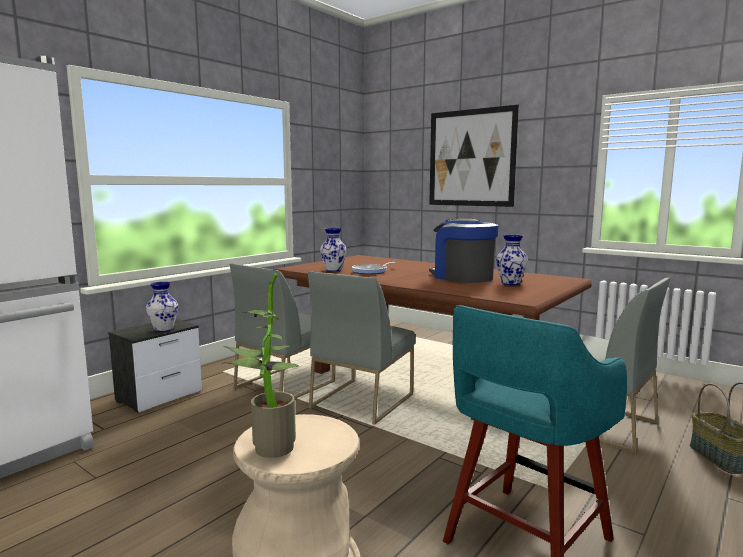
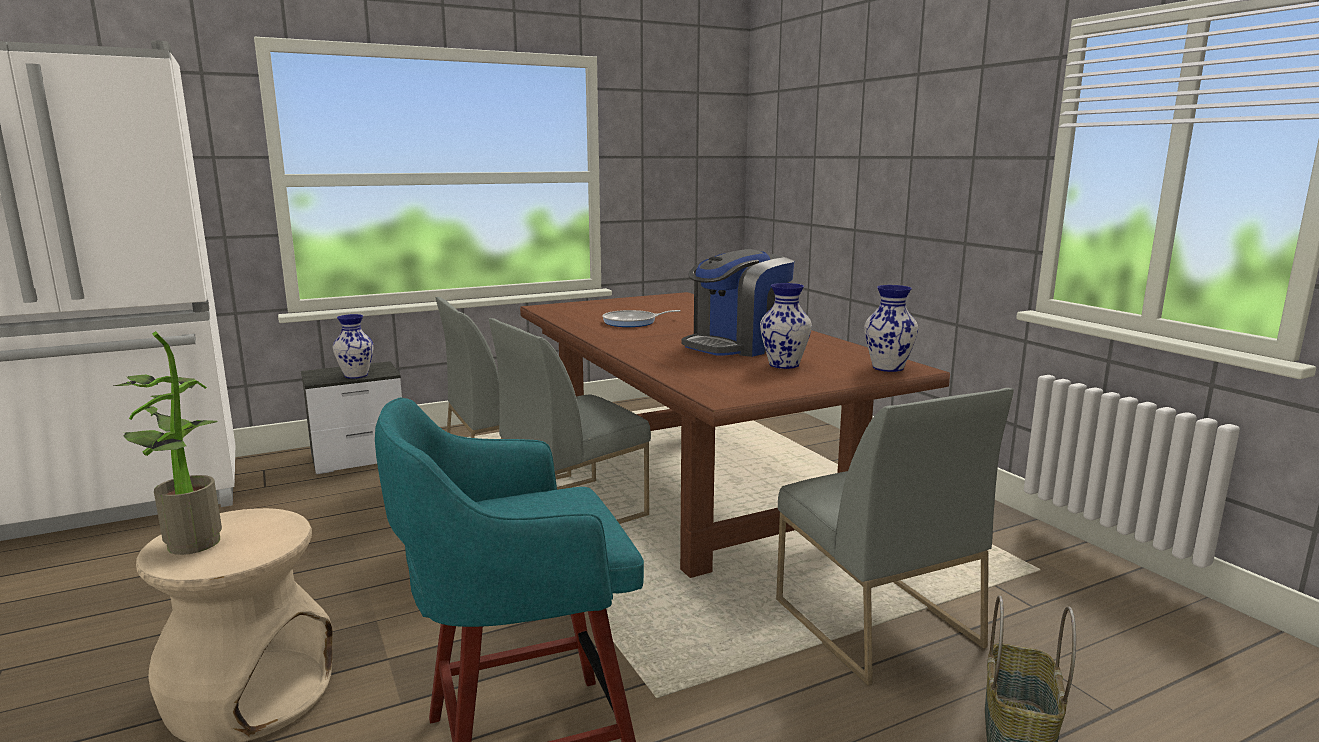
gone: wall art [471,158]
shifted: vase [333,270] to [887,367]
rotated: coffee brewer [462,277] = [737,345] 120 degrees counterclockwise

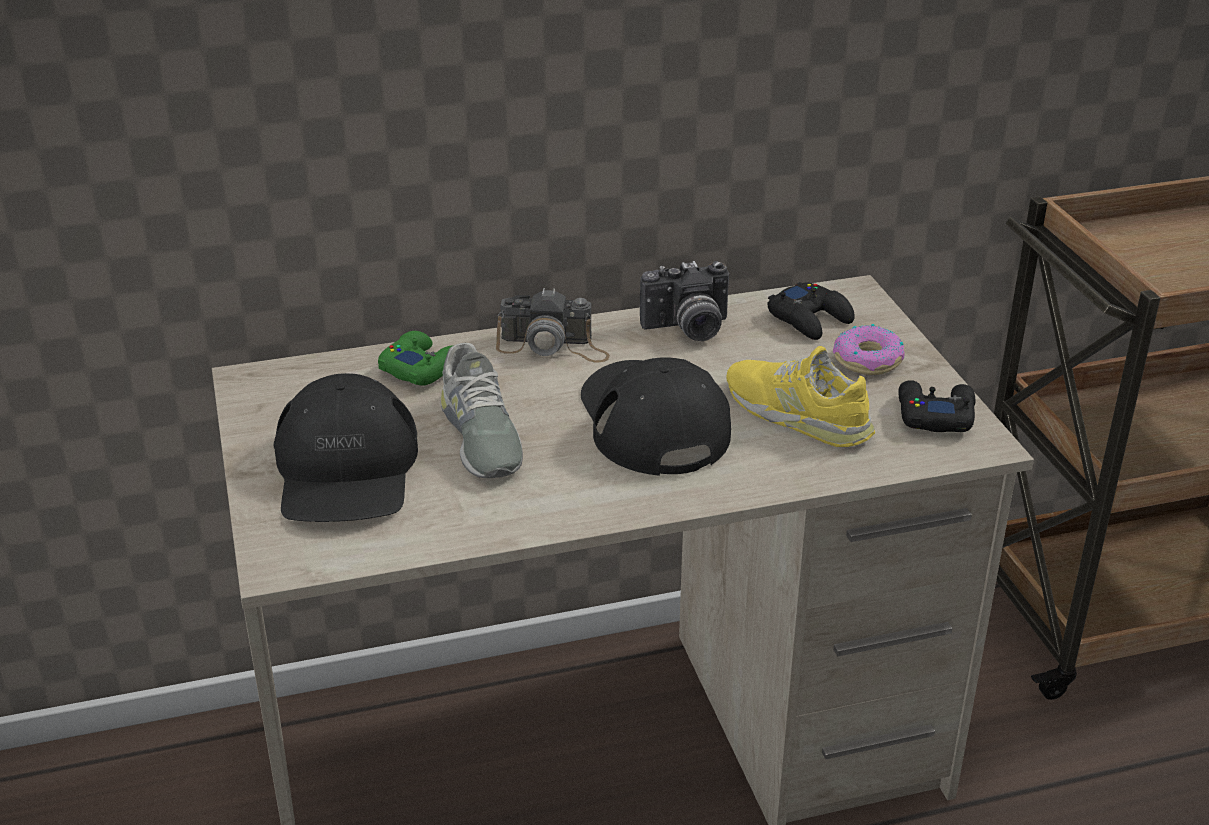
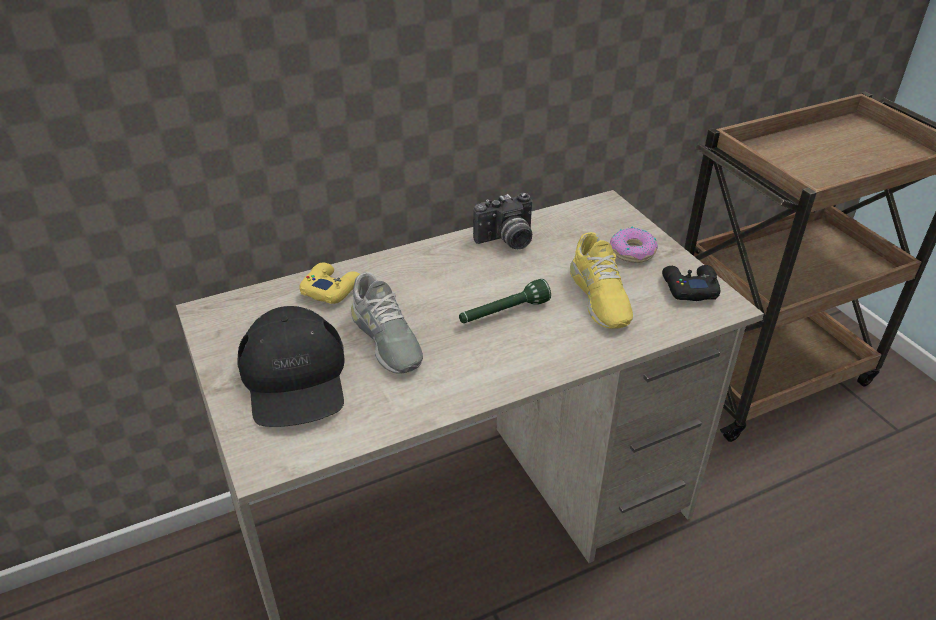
gone: photo camera [553,346]; black-coloured joypad [810,319]
swapped: black-coloured cap [652,421] to green-coloured hand torch [503,313]
repainted: green-coloured joypad [423,367] to yellow joypad [332,289]
rotated: yellow shoe [797,413] = [599,296] 135 degrees counterclockwise

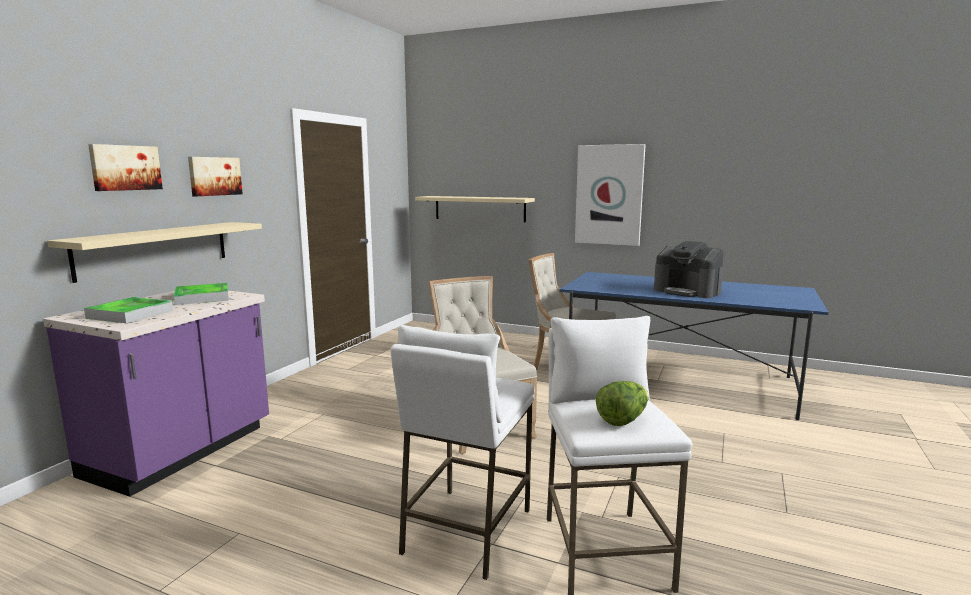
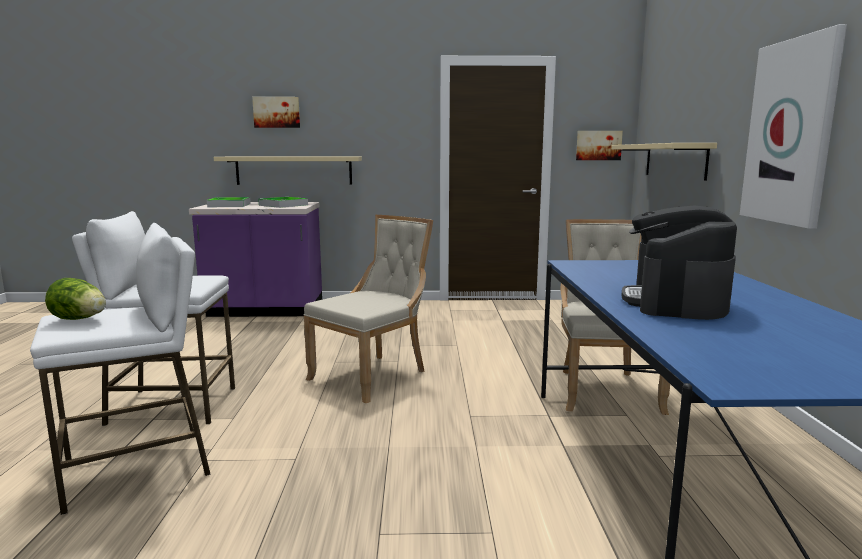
shifted: wall art [214,176] to [598,145]

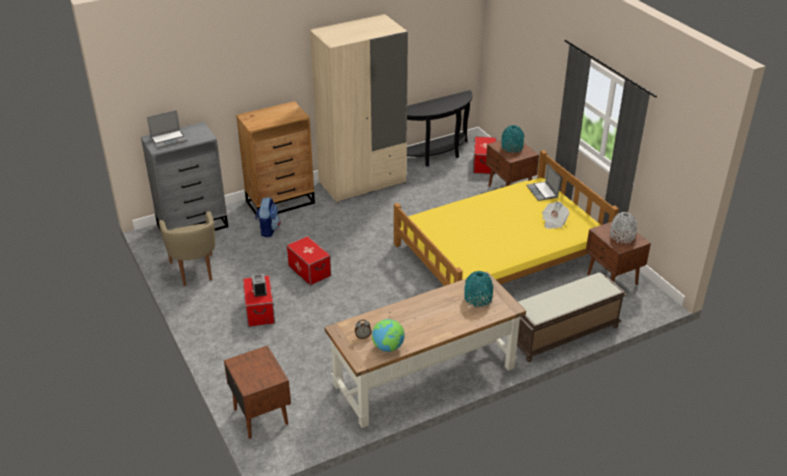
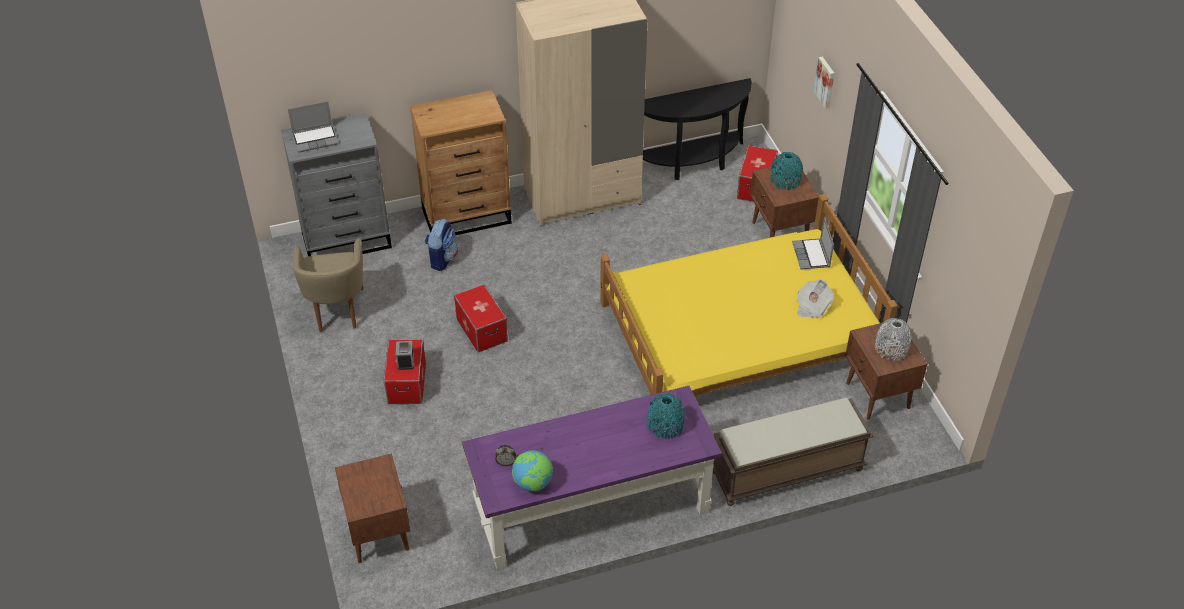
new: wall art [825,82]
repainted: brown-coloured desk [424,377] to purple-coloured desk [590,508]

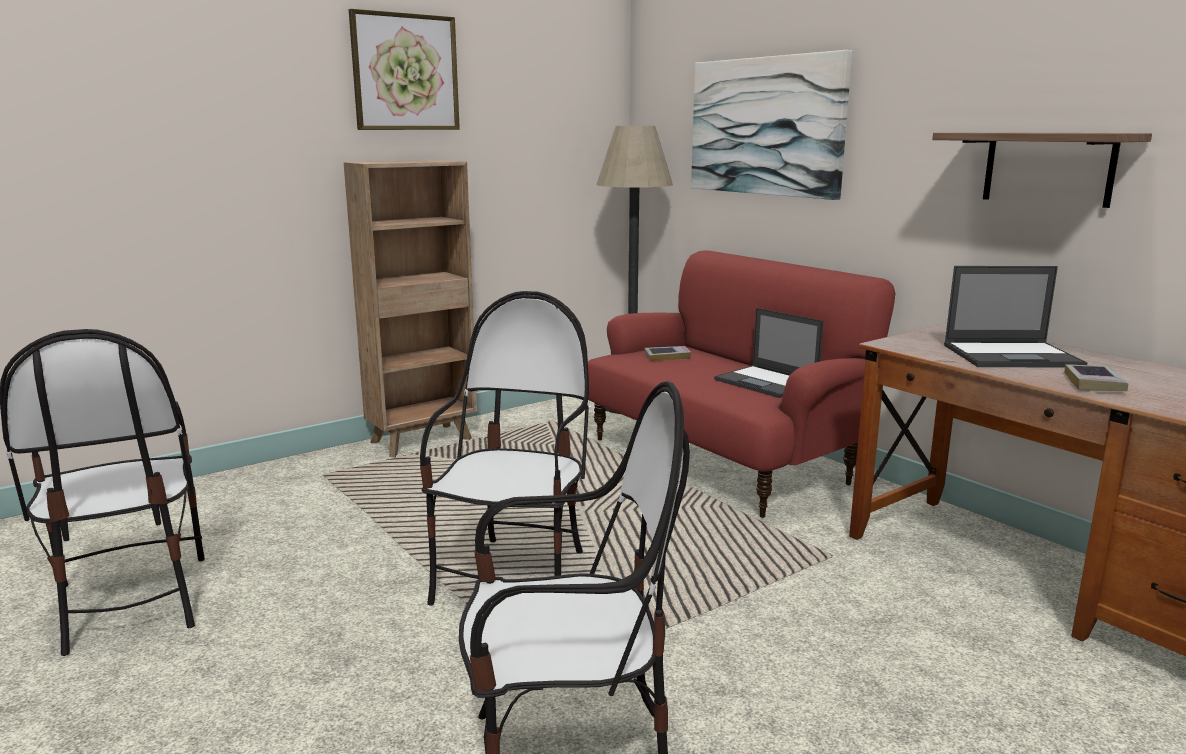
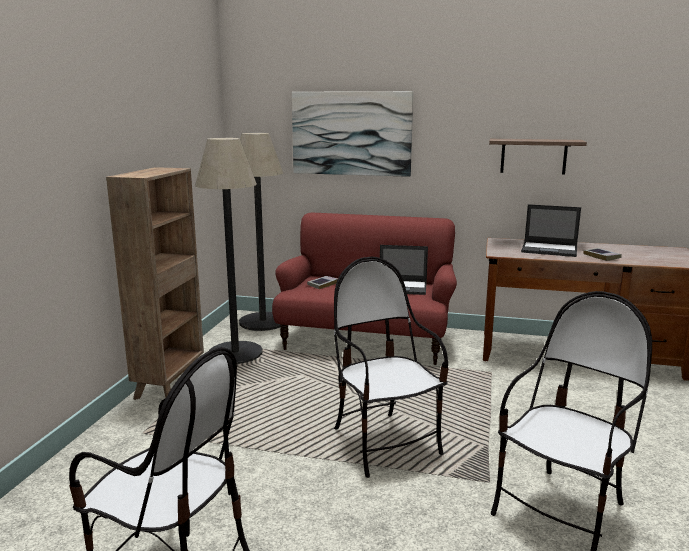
gone: wall art [405,72]
new: standing lamp [235,353]
rotated: laptop [1013,356] = [550,250] 60 degrees clockwise

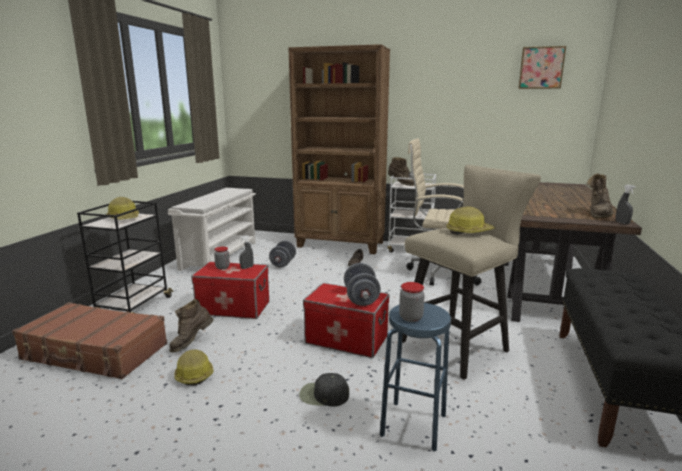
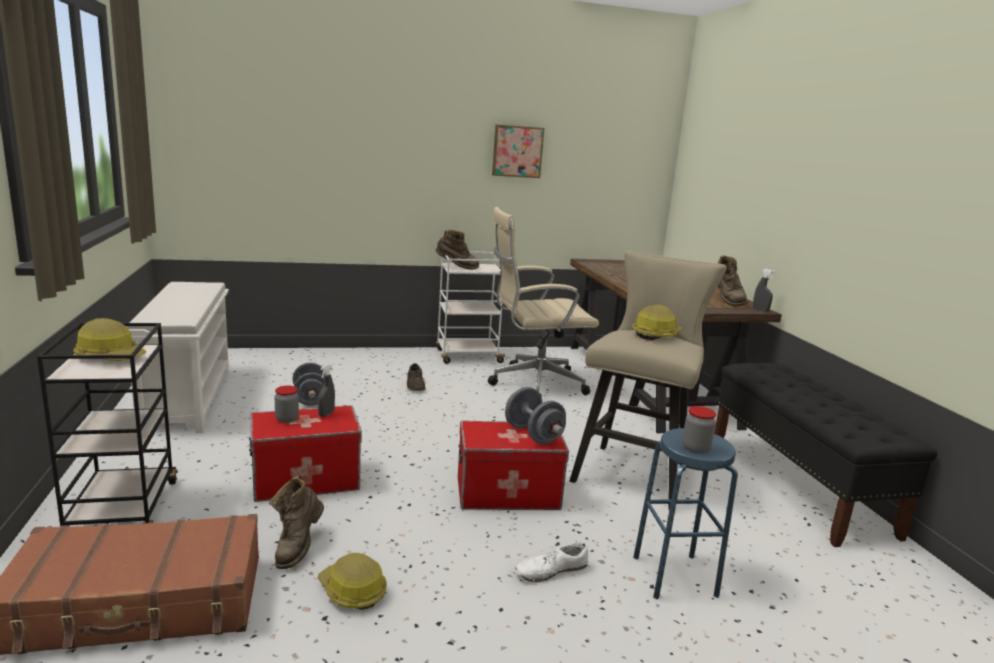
gone: brown-coloured bookshelf [341,245]
shifted: wall art [541,68] to [517,151]
swapped: black-coloured cap [323,395] to white shoe [551,570]

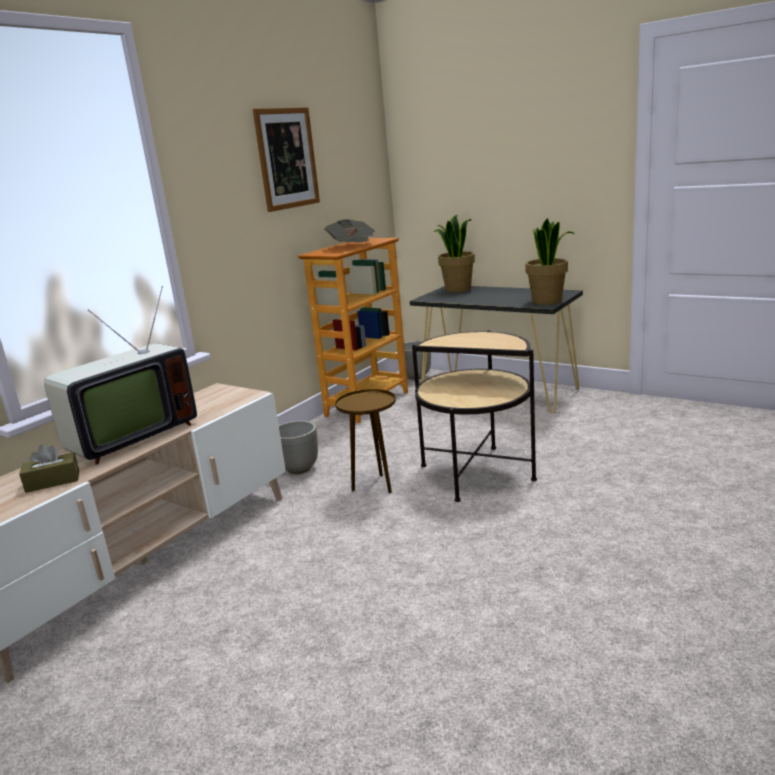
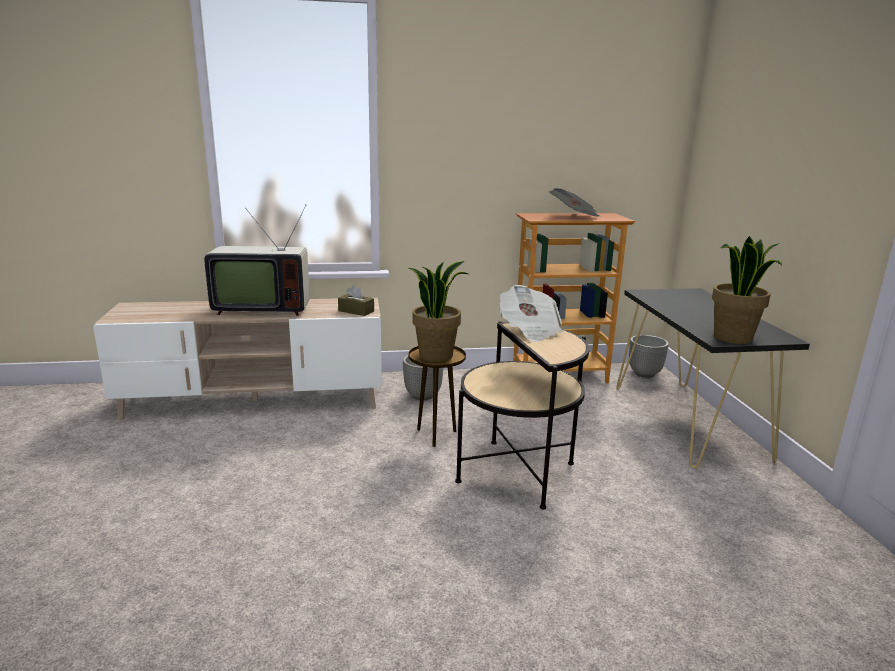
gone: wall art [287,158]
new: newspaper [529,330]
shifted: brown-coloured tissue holder [53,481] to [356,311]; houseplant [457,289] to [436,355]

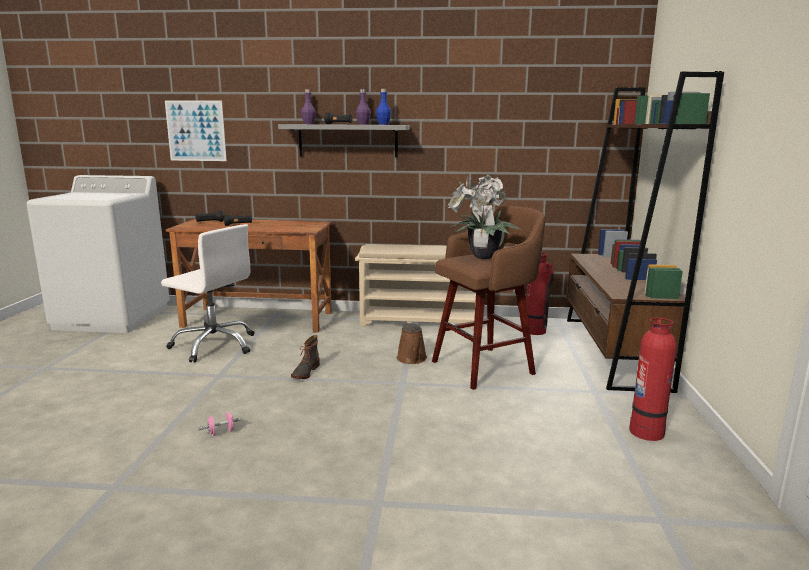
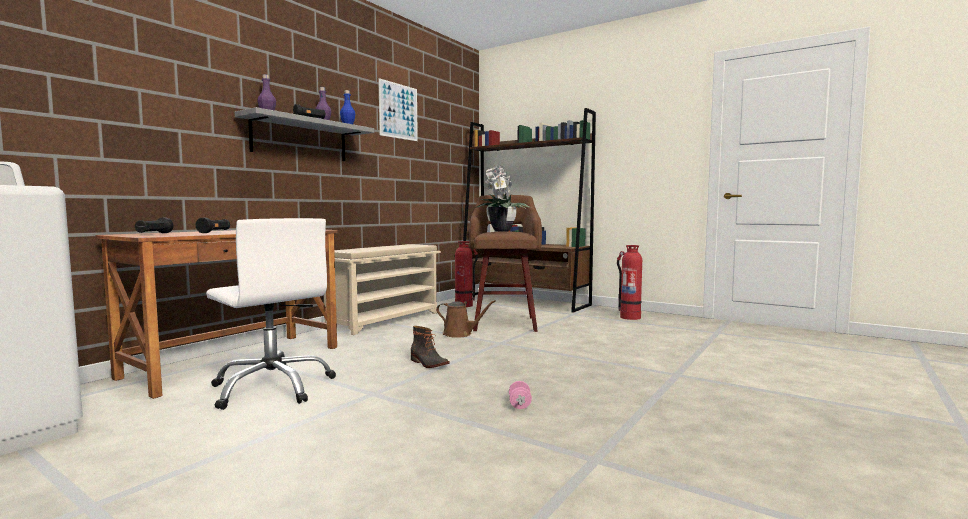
shifted: wall art [196,131] to [398,111]
rotated: white desk chair [214,345] = [273,387] 75 degrees clockwise

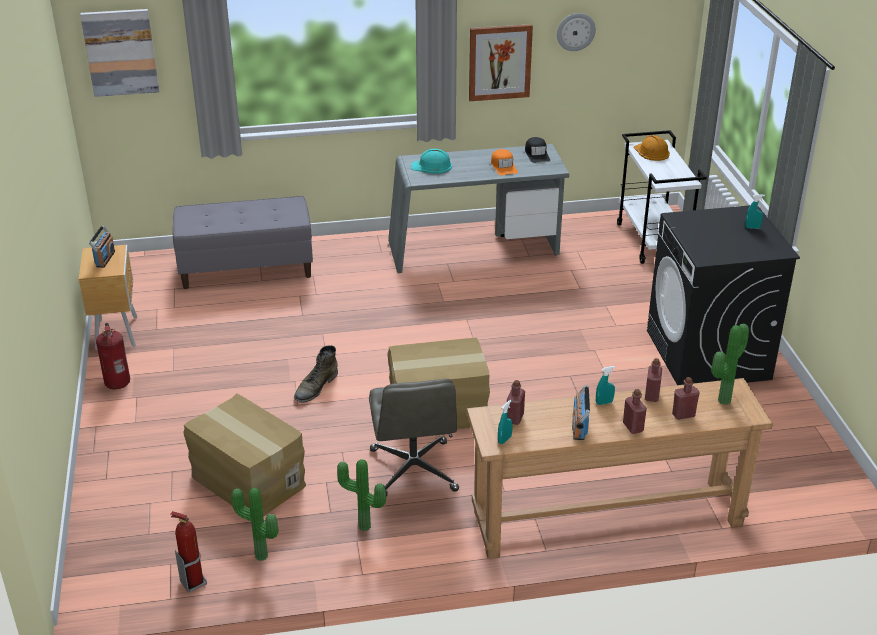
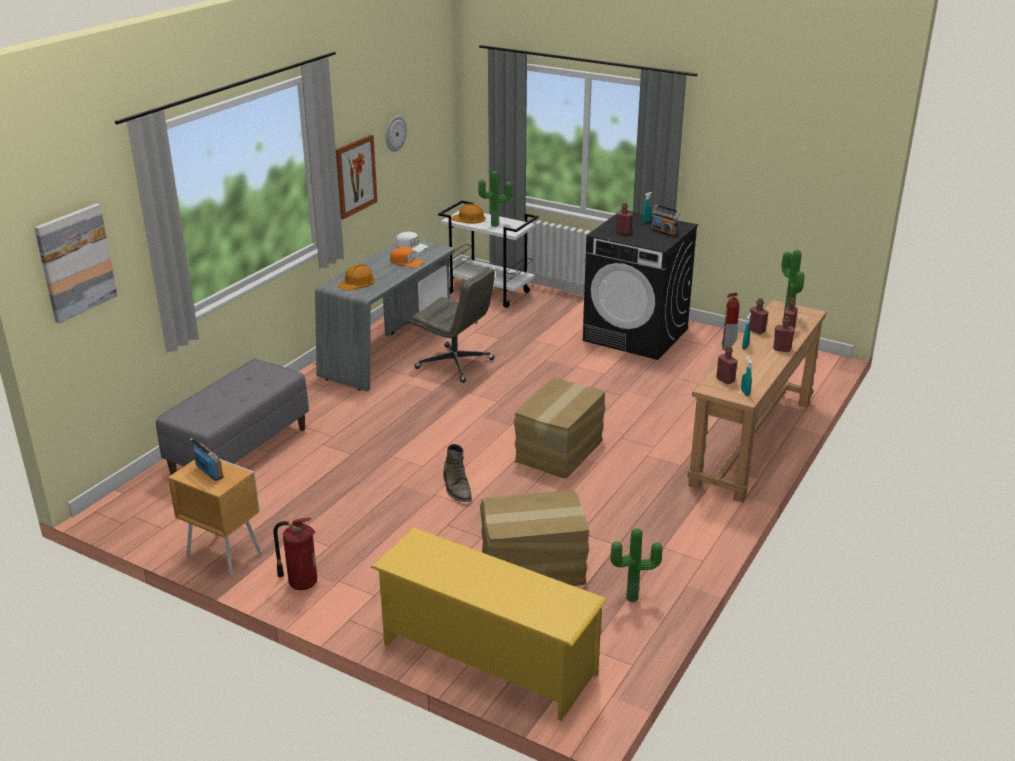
new: yellow shoe stand [487,659]; reddish beverage bottle [623,232]
shifted: grey desk chair [414,471] to [456,364]; houseplant [363,528] to [495,225]; radio set [579,426] to [664,232]; fire extinguisher [193,582] to [728,347]
repainted: turquoise-coloured safety helmet [432,166] to orangey safety helmet [357,282]; black-coloured cap [537,154] to white cap [411,246]

